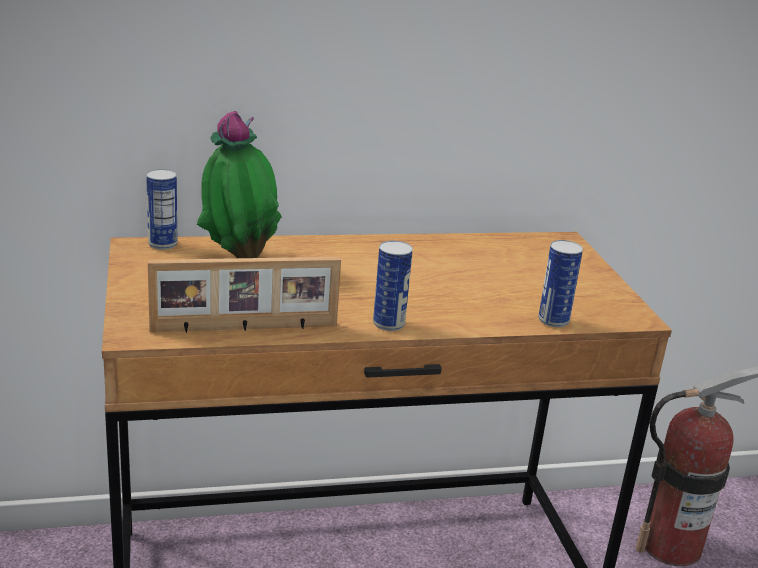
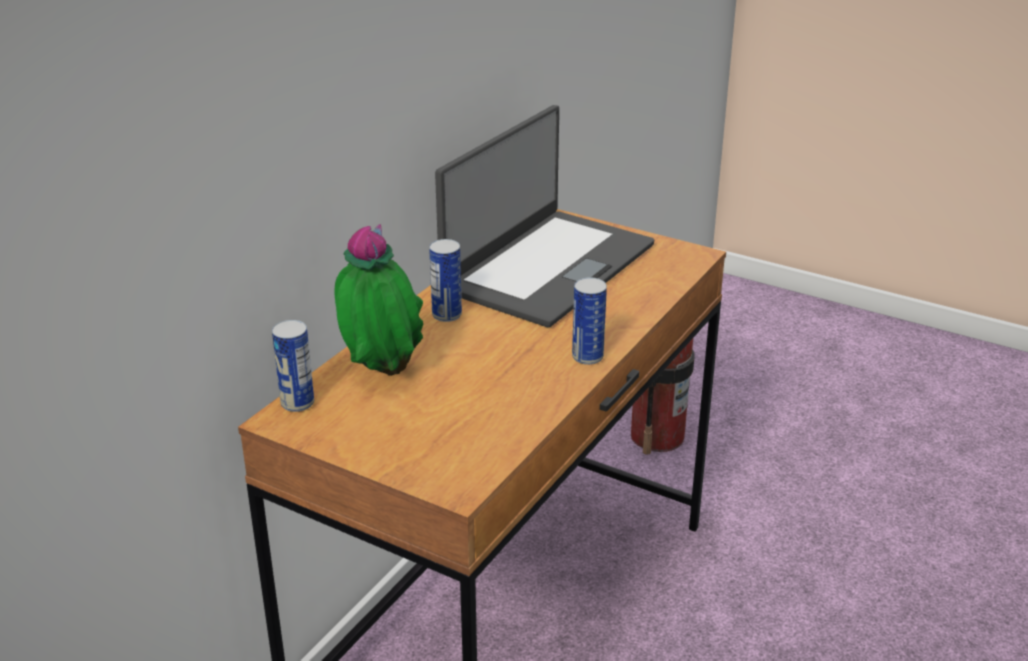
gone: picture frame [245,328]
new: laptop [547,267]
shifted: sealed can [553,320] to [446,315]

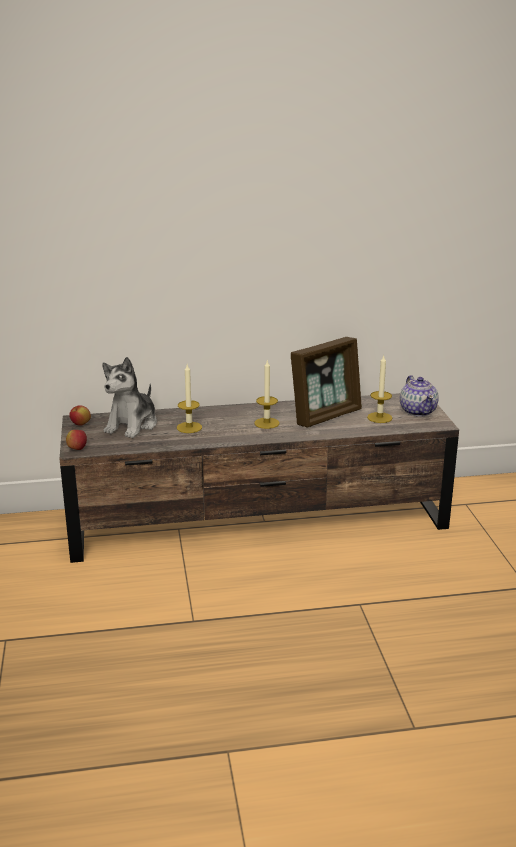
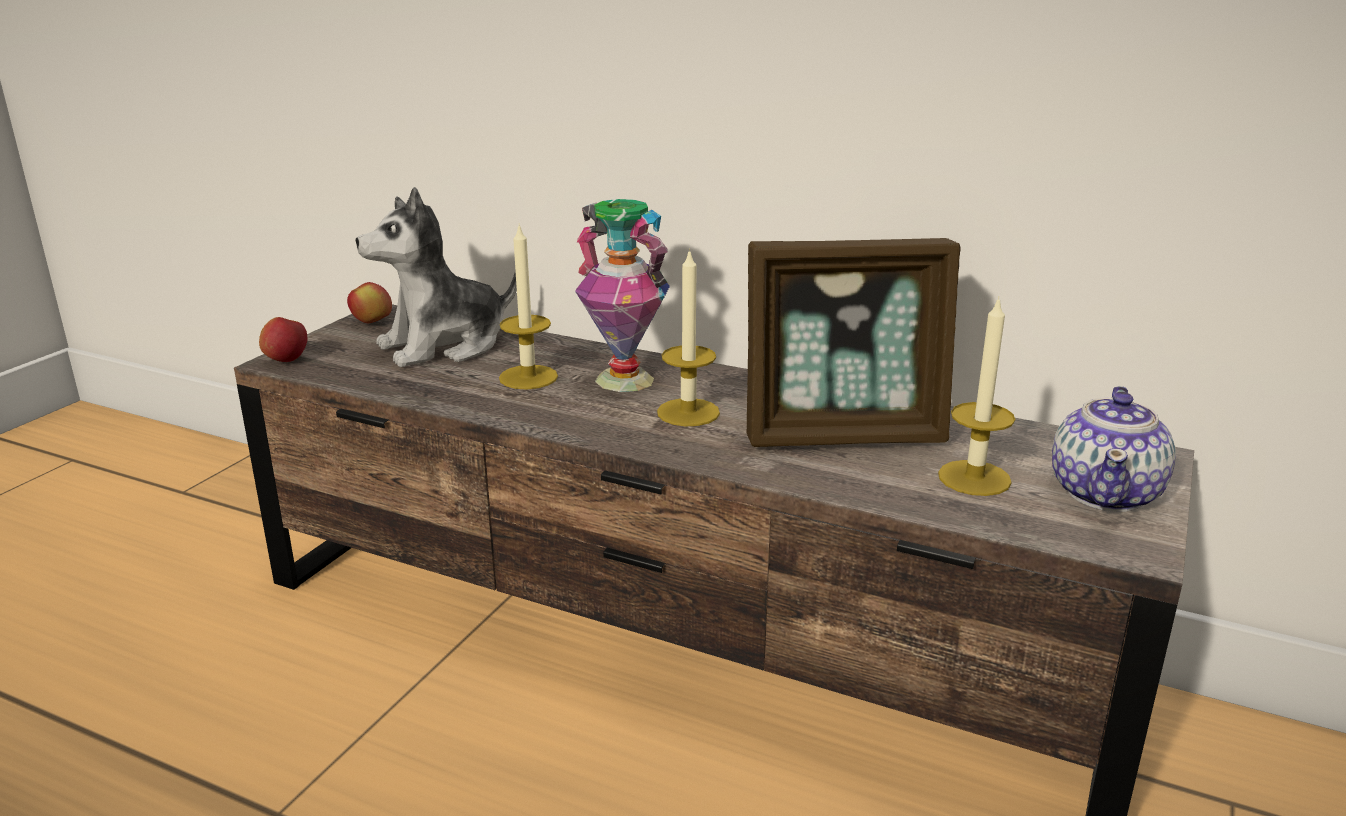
new: vase [625,379]

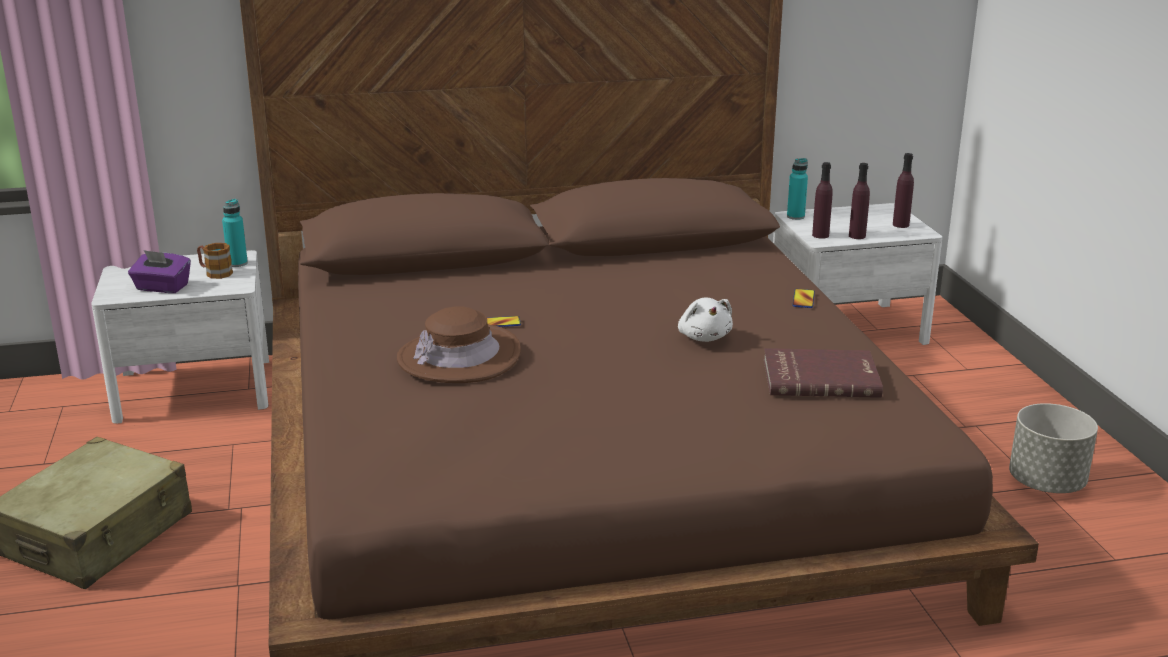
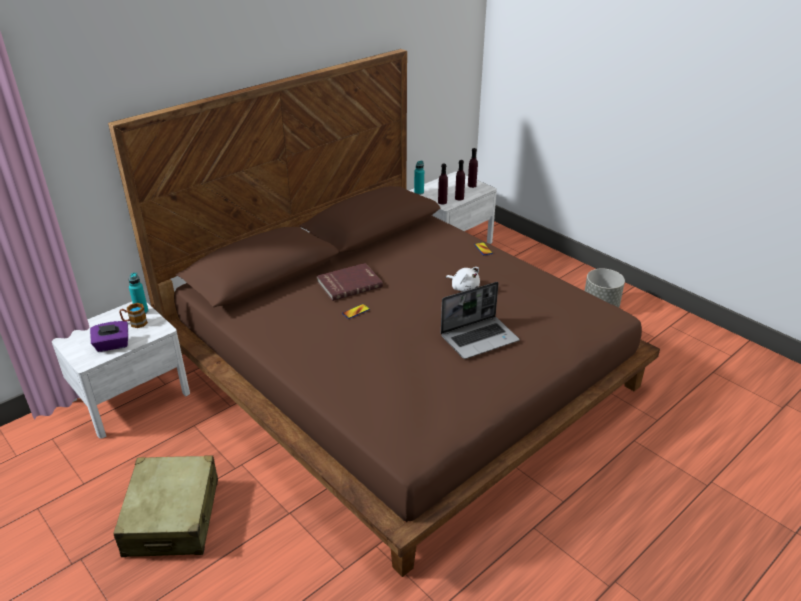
gone: brown-coloured hat [459,357]
new: laptop [479,338]
shifted: reddish bound book [820,377] to [349,283]

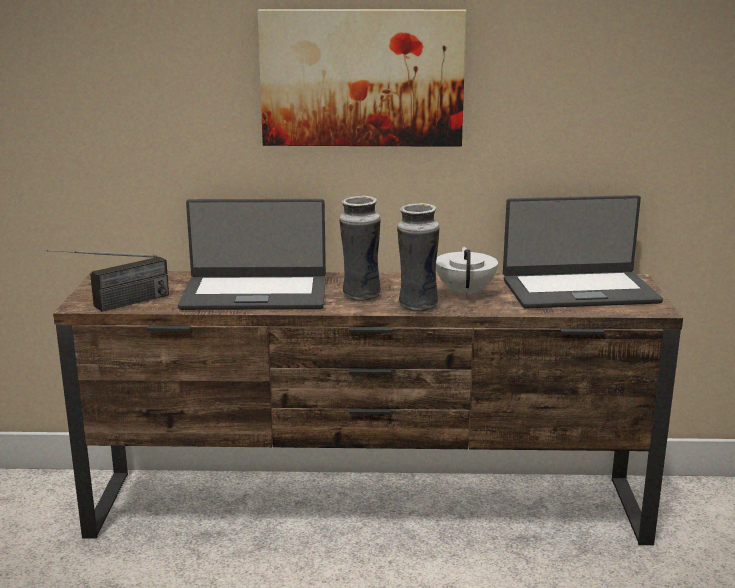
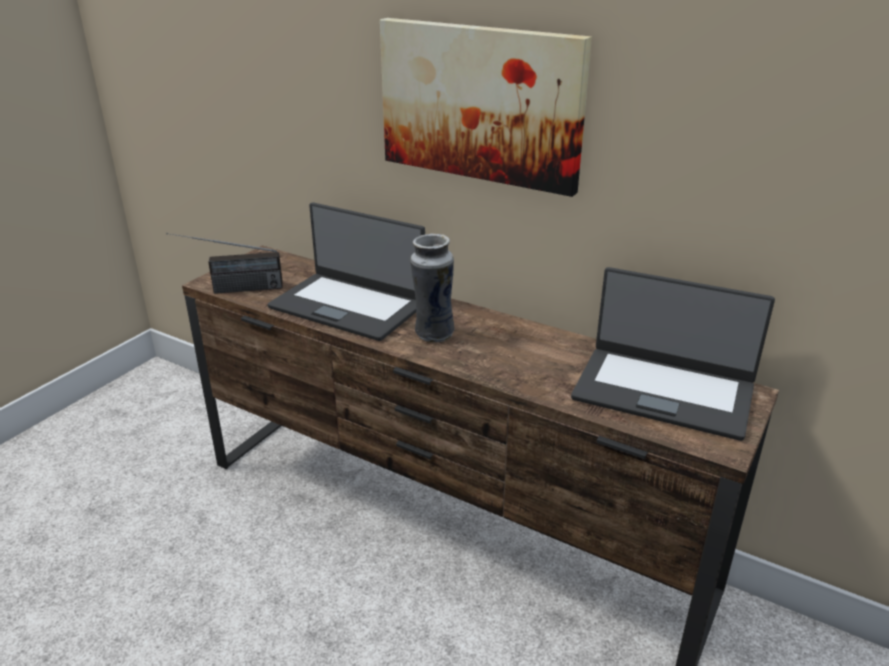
gone: vase [417,306]; white teapot [465,291]

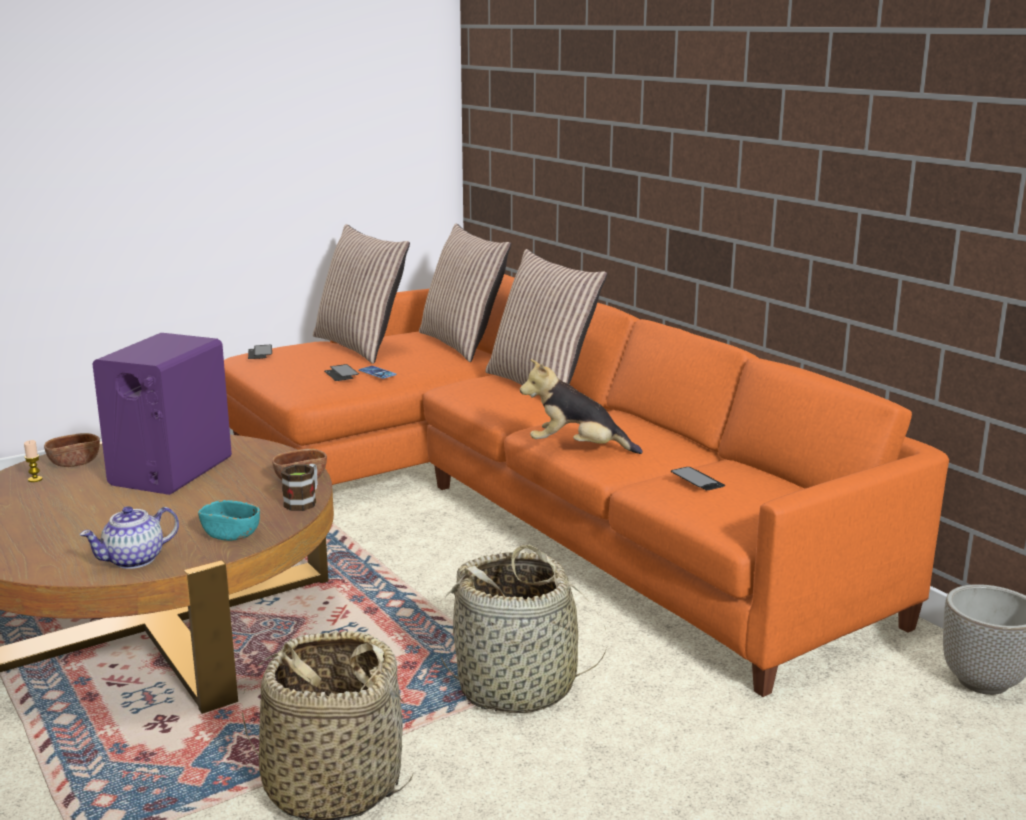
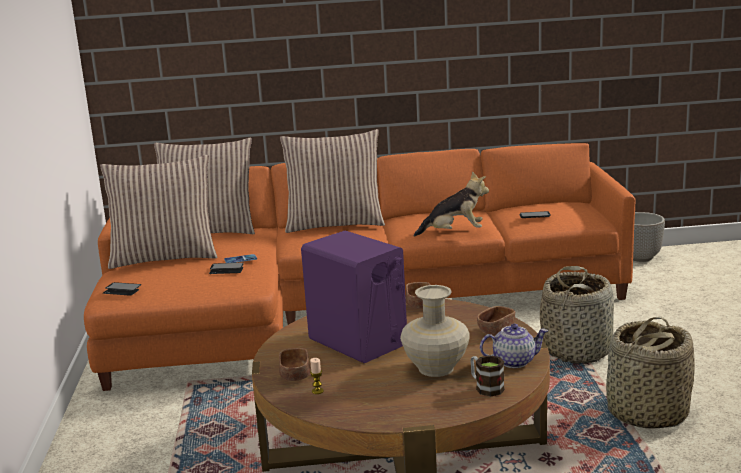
new: beige-coloured vase [436,368]
shifted: mug [304,501] to [485,387]
repainted: turquoise-coloured serving bowl [231,534] to brown-coloured serving bowl [496,331]
rotated: soft toy [577,449] = [454,233] 135 degrees counterclockwise; teapot [134,560] = [514,361] 90 degrees counterclockwise

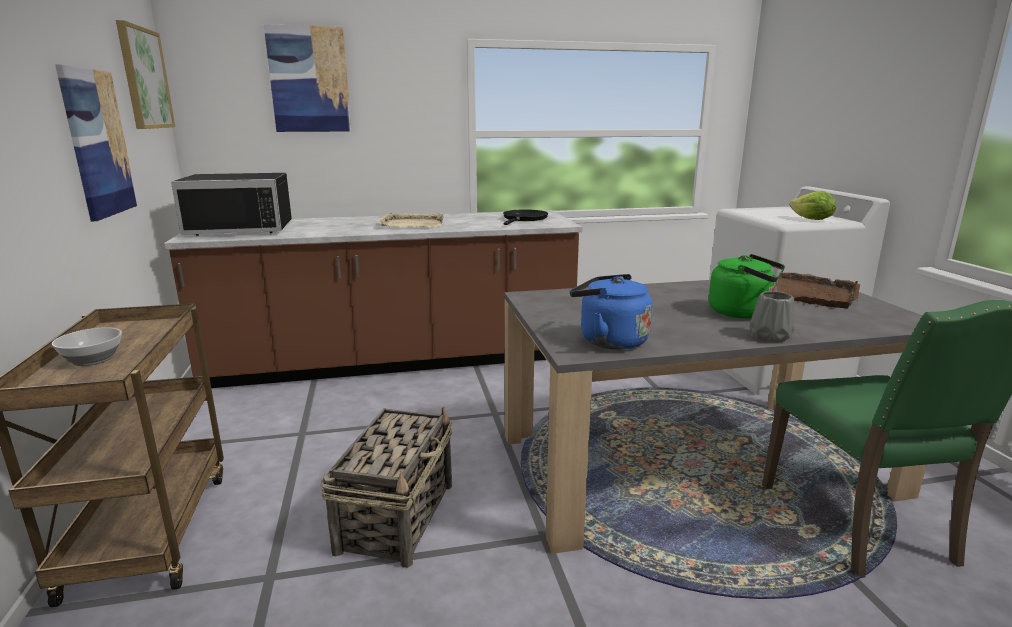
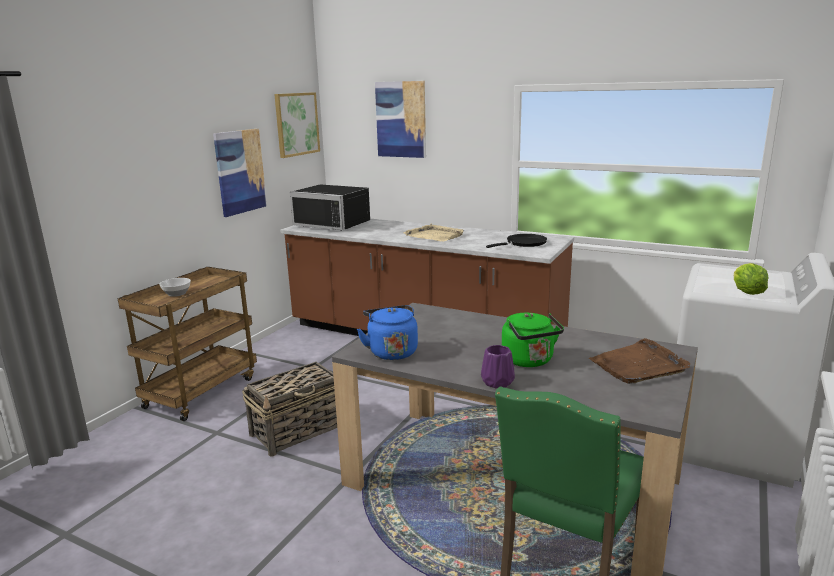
repainted: grey vase [769,337] to purple-coloured vase [496,382]

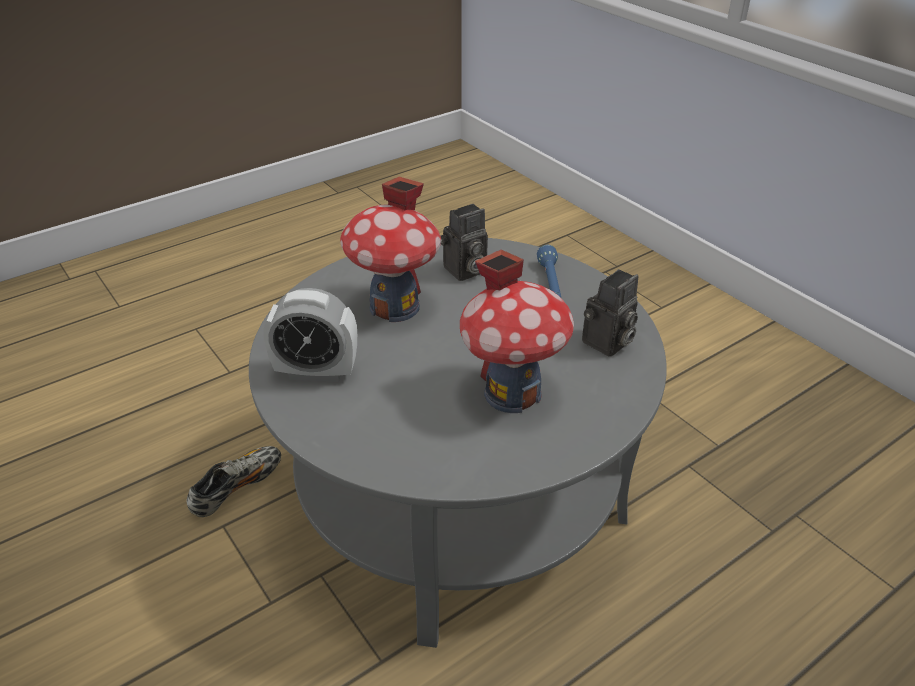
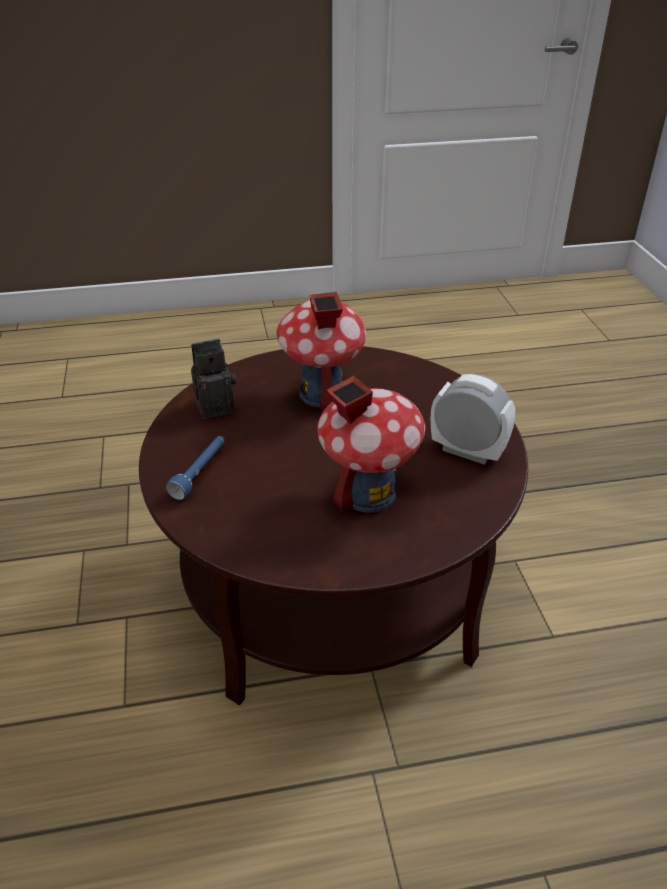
gone: shoe [237,488]; photo camera [464,271]
repainted: grey coffee table [458,495] to brown-coloured coffee table [332,588]

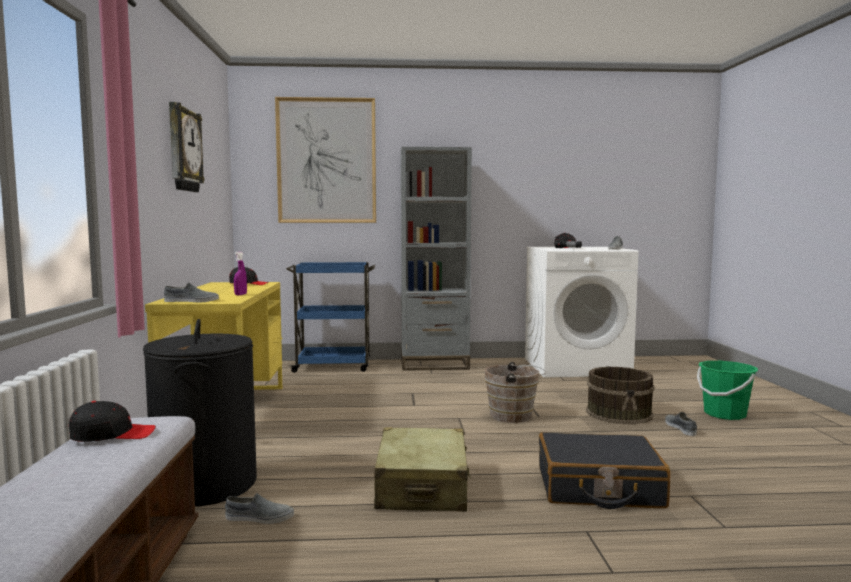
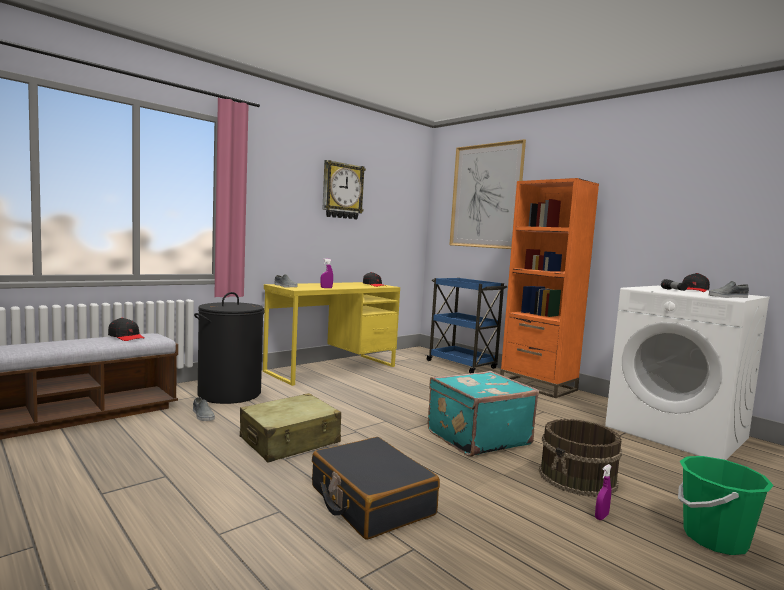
swapped: brown-coloured water bucket [514,416] to turquoise-coloured suitcase [476,437]; grey shoe [680,428] to purple-coloured hand sprayer [601,517]
repainted: grey bookshelf [434,364] to orangey bookshelf [538,386]

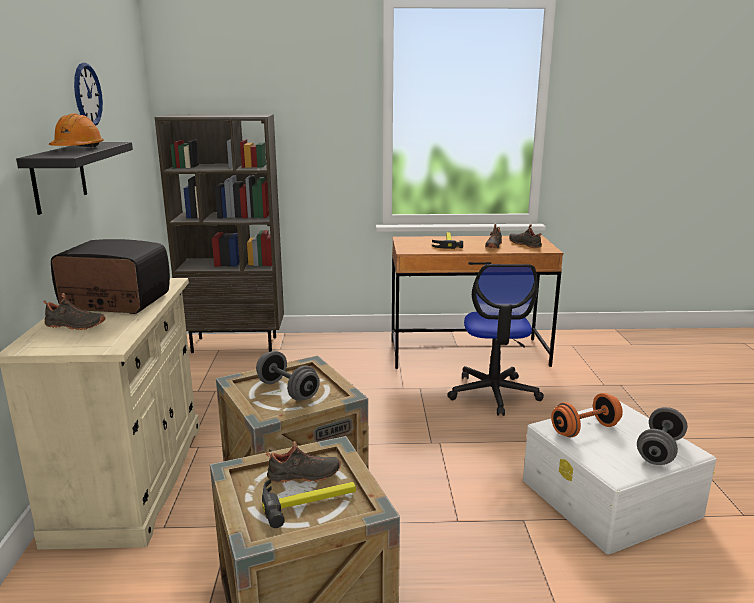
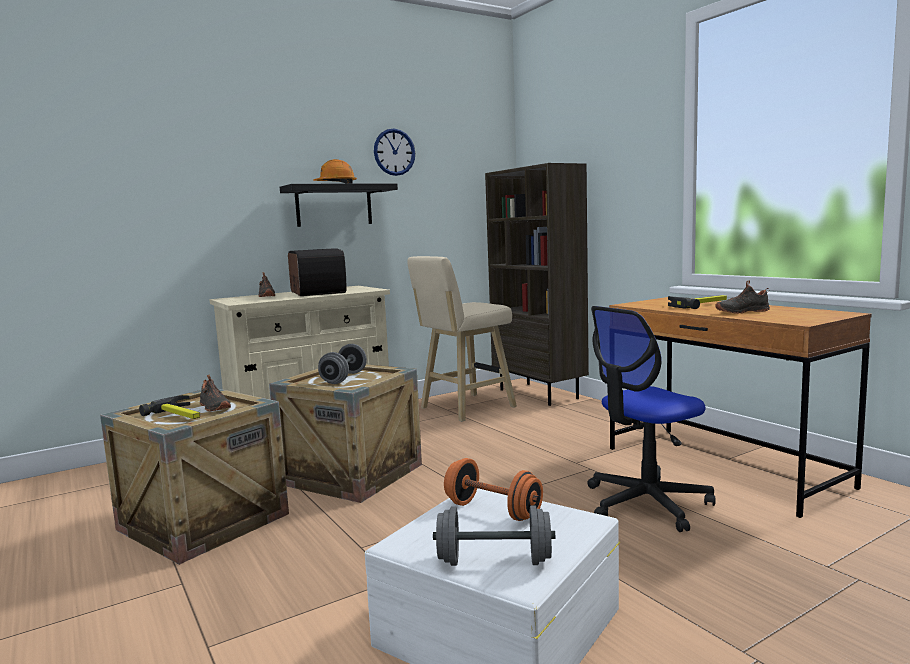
gone: black-coloured shoe [525,244]
new: beige-coloured sitting stool [464,408]

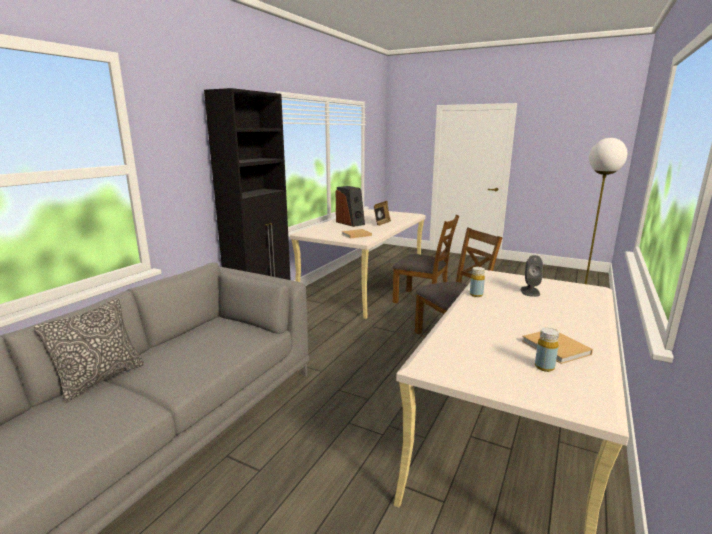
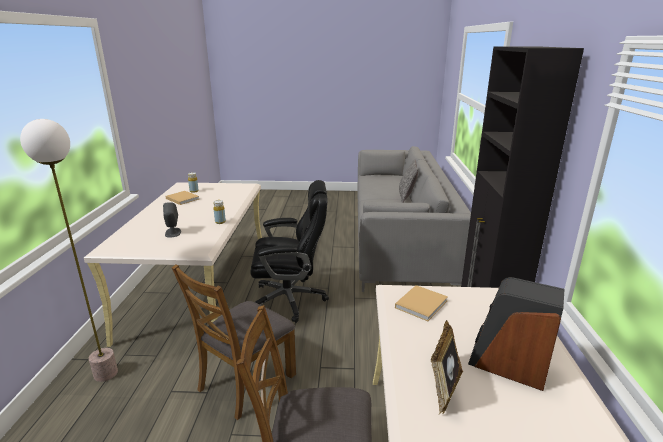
new: black-coloured desk chair [290,299]

